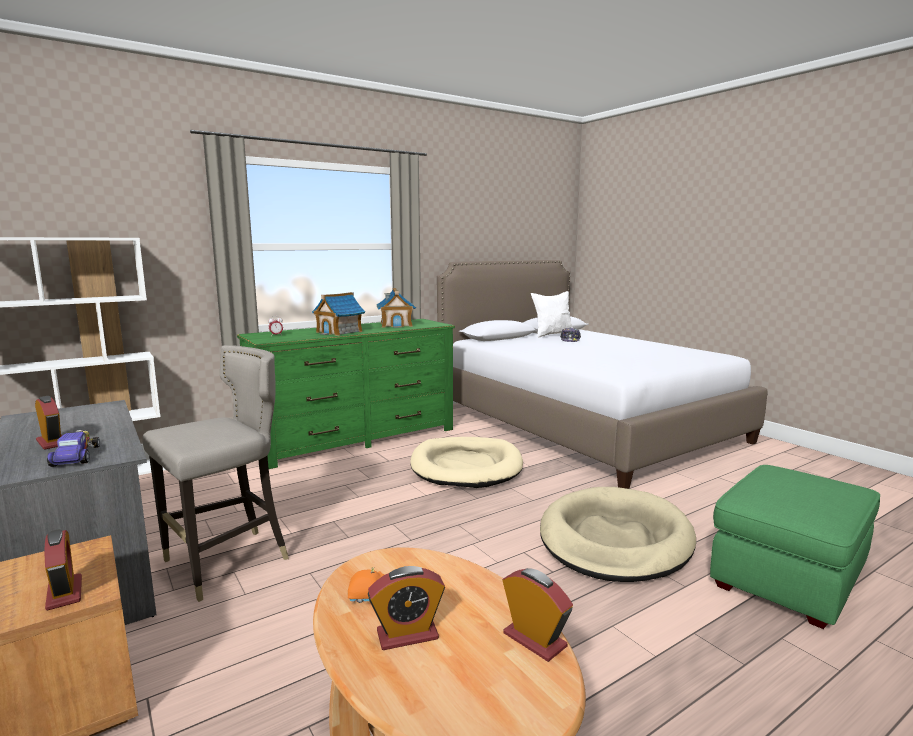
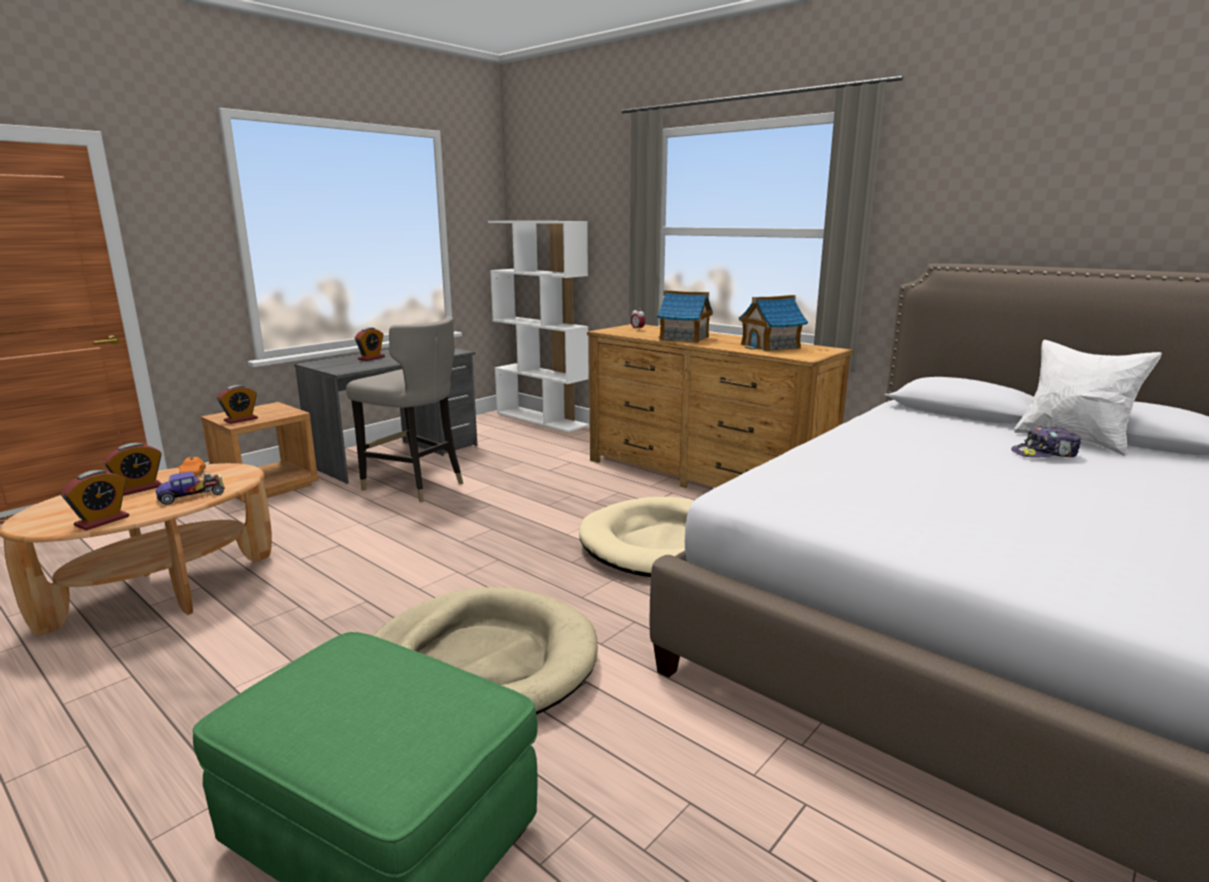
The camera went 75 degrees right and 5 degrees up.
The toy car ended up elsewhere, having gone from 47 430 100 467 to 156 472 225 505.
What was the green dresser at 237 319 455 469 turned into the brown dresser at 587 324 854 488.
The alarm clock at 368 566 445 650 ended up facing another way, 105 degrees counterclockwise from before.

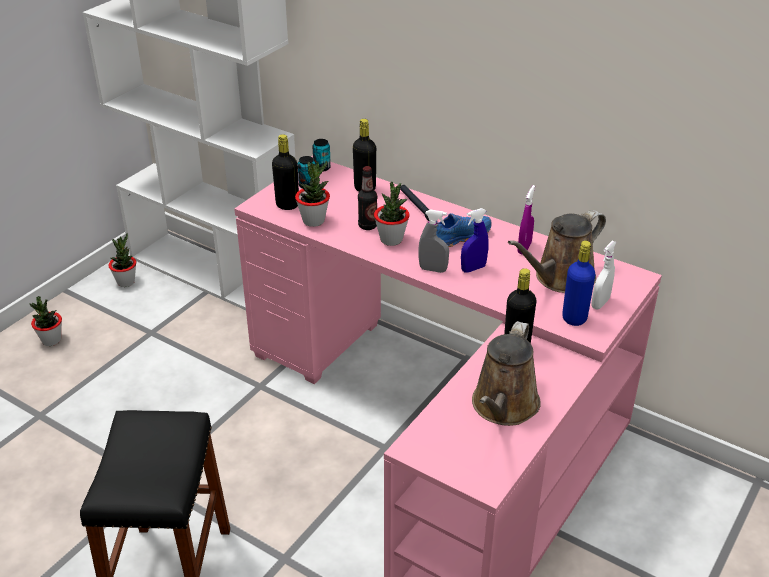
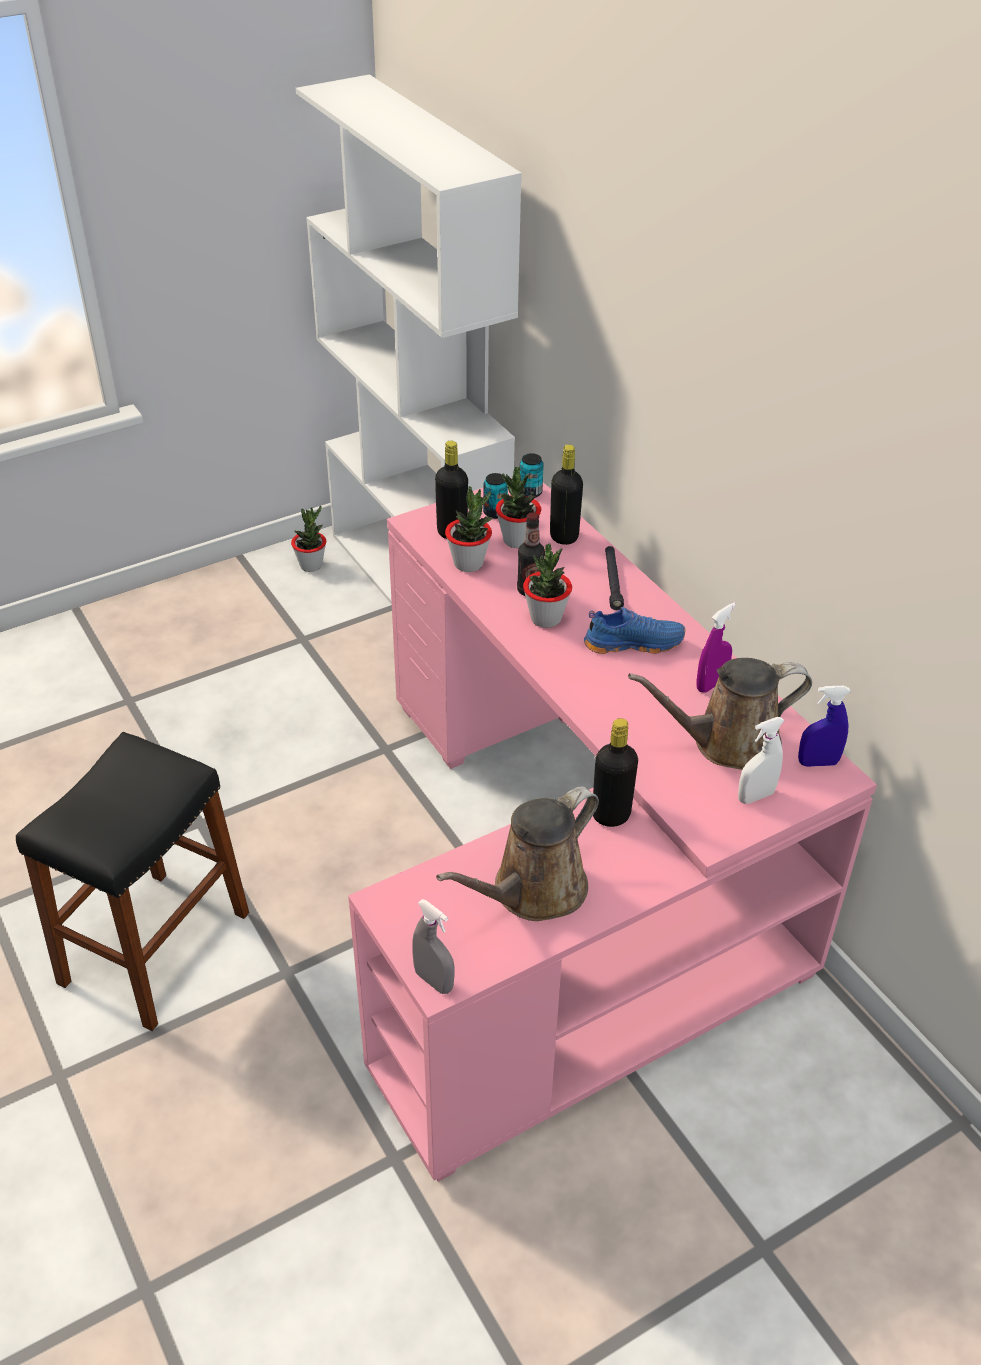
The camera went 25 degrees right and 5 degrees up.
The potted plant ended up elsewhere, having gone from 30 296 62 346 to 496 467 541 548.
The grey spray bottle ended up elsewhere, having gone from 418 209 449 273 to 412 899 455 994.
The blue spray bottle ended up elsewhere, having gone from 461 208 489 273 to 798 686 851 767.
The second view lost the blue bottle at 562 240 595 326.

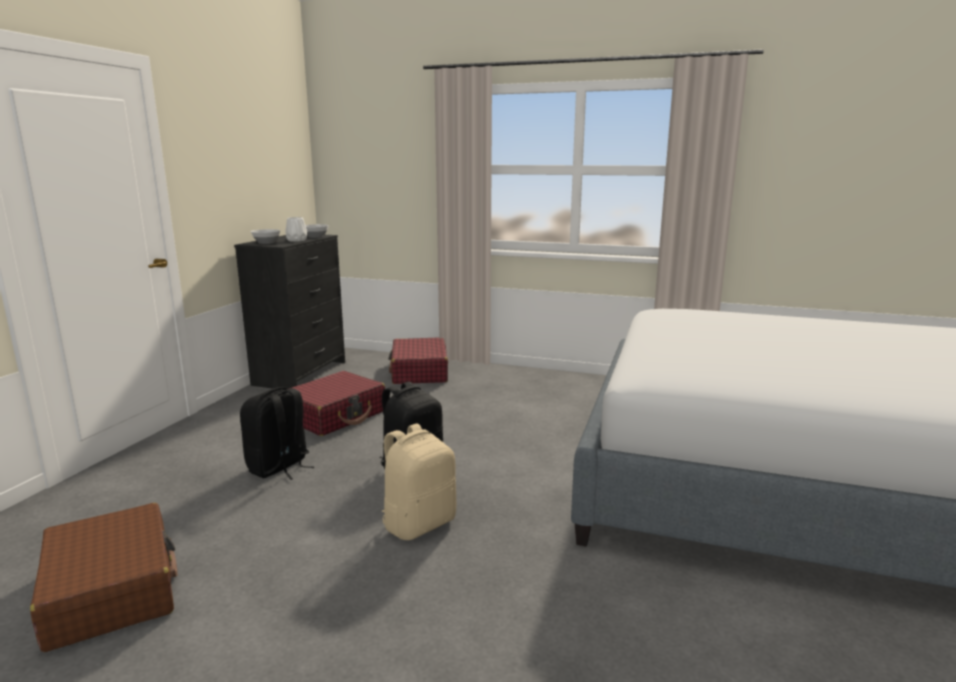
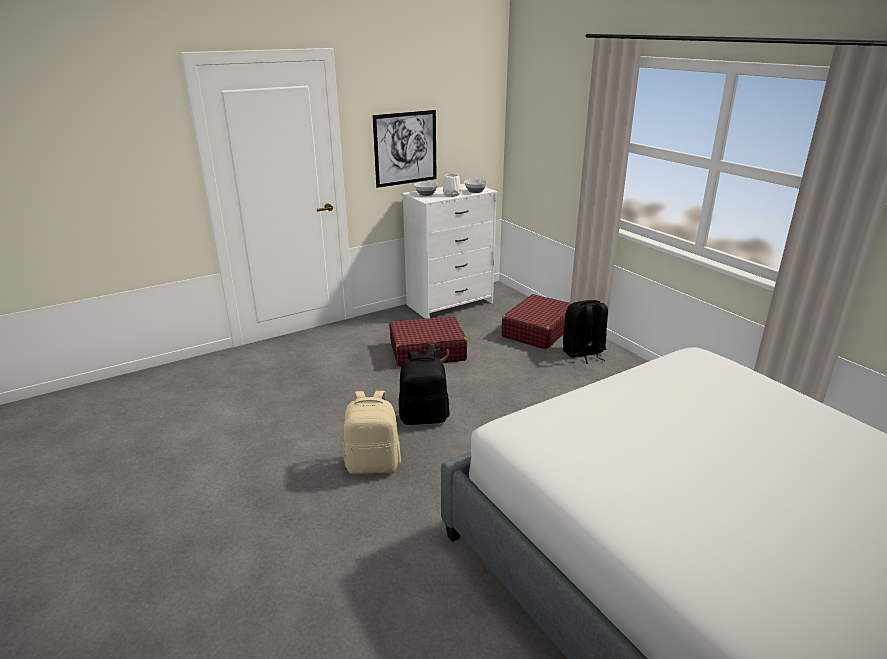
The camera went 40 degrees right and 10 degrees up.
The second view lost the brown suitcase at 30 503 177 652.
What was the black dresser at 234 235 345 390 turned into the white dresser at 402 183 497 319.
The black backpack ended up elsewhere, having gone from 240 387 314 480 to 563 300 608 364.
The second view gained the picture at 372 110 437 188.

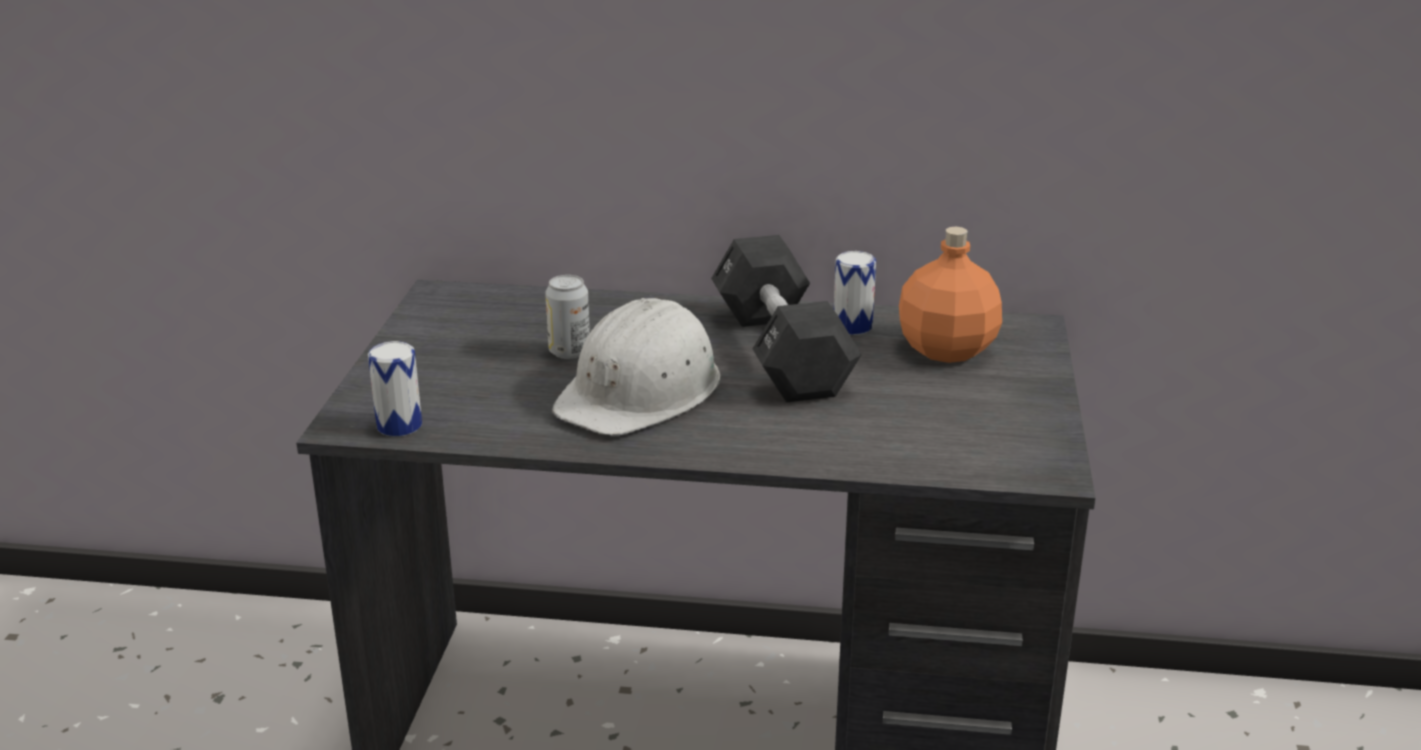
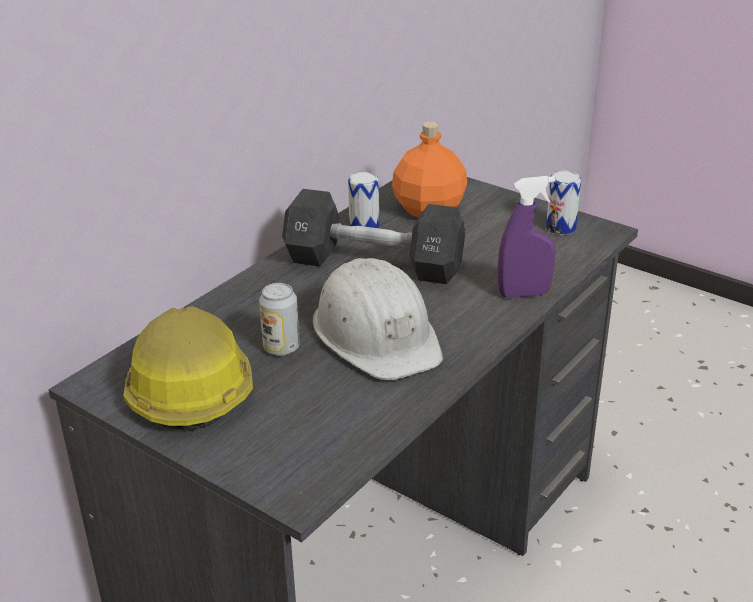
The camera went 60 degrees left and 5 degrees up.
The can ended up elsewhere, having gone from 368 341 422 436 to 546 171 581 235.
The second view gained the hard hat at 123 306 253 431.
The second view gained the purple spray bottle at 498 176 556 298.

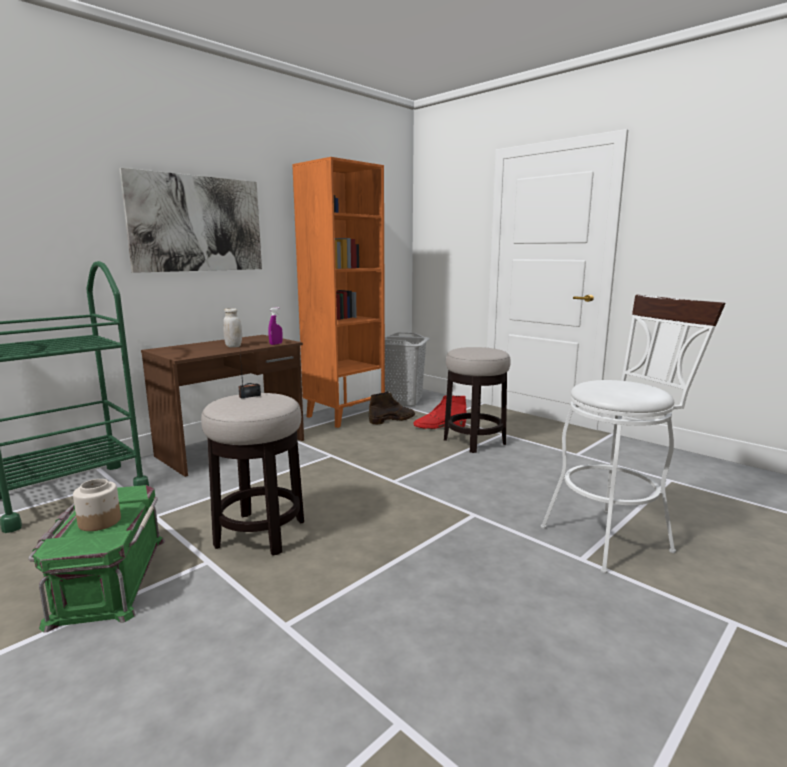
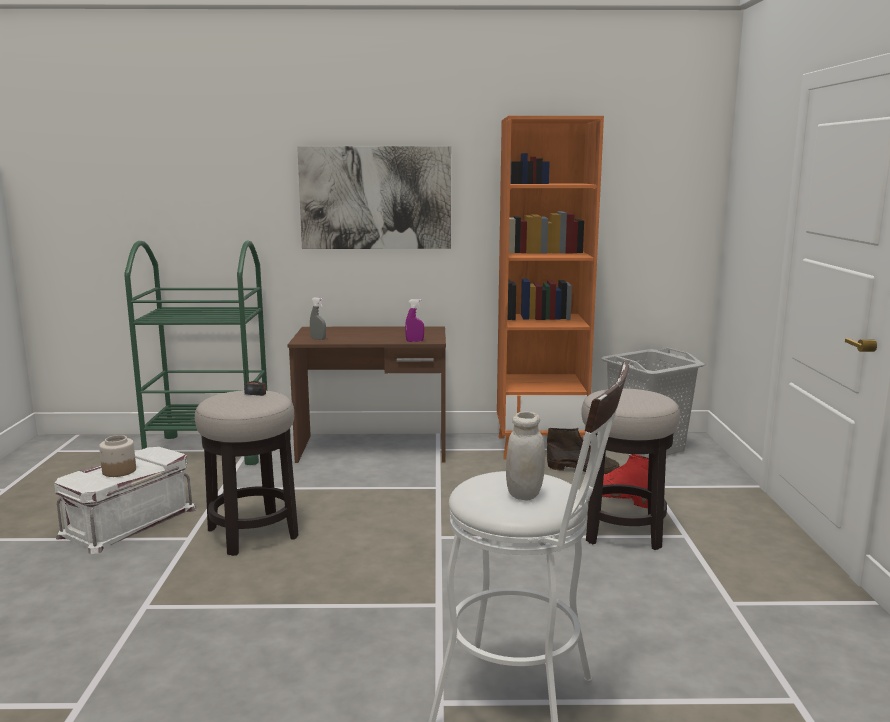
The camera went 45 degrees right and 0 degrees up.
What was the green storage box at 28 485 165 633 turned into the white storage box at 54 447 196 554.
The white jar ended up elsewhere, having gone from 223 308 242 348 to 506 411 545 501.
The second view gained the grey spray bottle at 310 297 326 340.

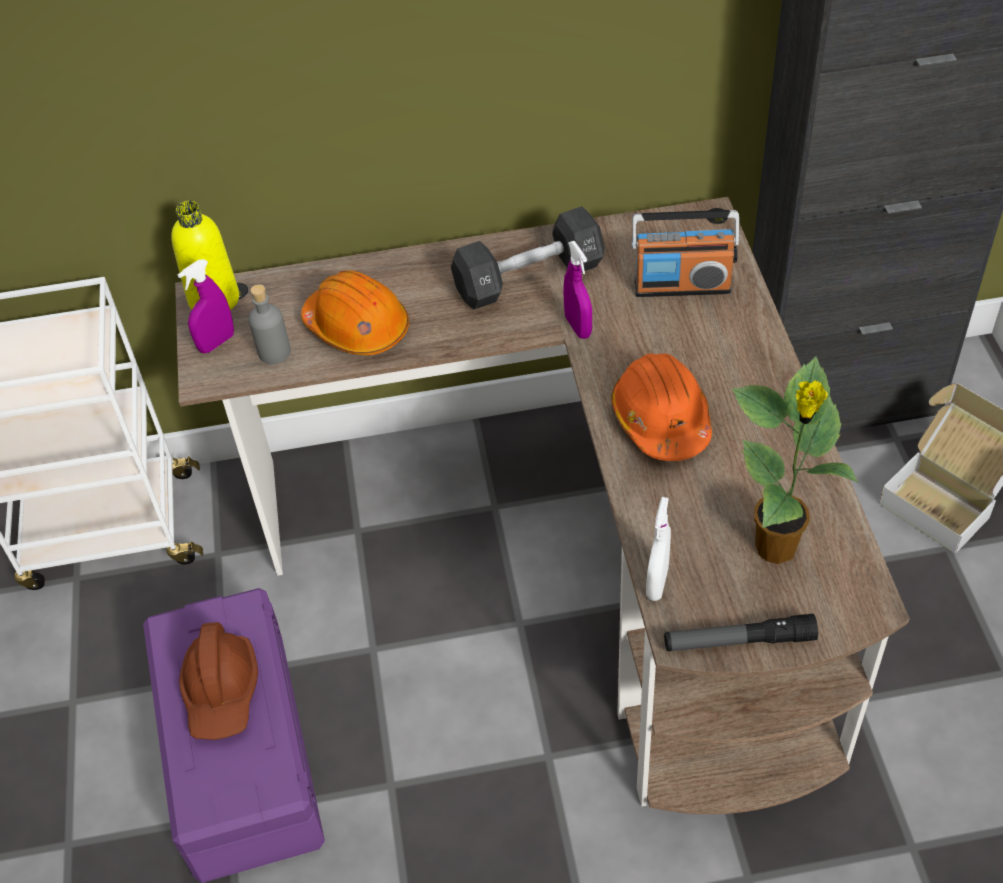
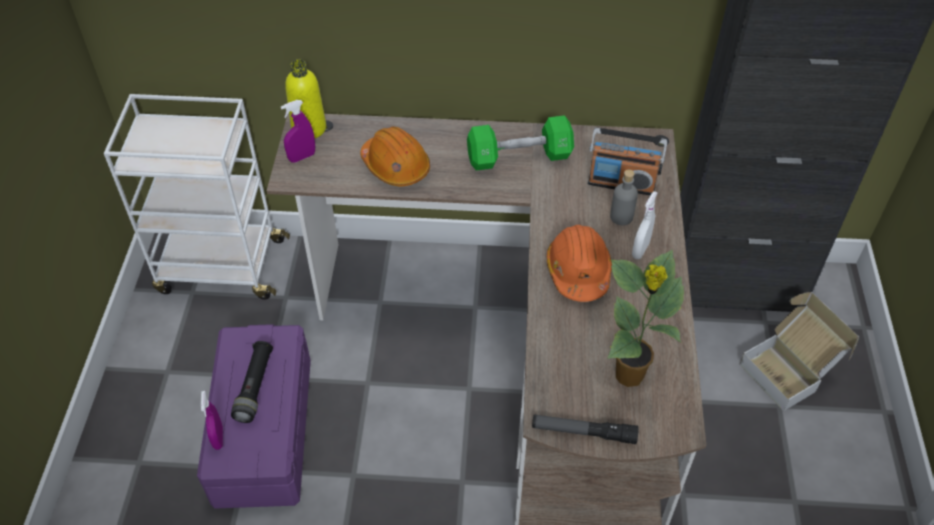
The camera went 10 degrees right and 0 degrees up.
Where the brown hard hat stood at 179 622 258 740, the black flashlight came to stand at 231 341 273 423.
The grey bottle ended up elsewhere, having gone from 248 284 291 364 to 610 170 638 225.
What was the black dumbbell at 451 206 605 310 turned into the green dumbbell at 467 115 574 171.
The purple spray bottle ended up elsewhere, having gone from 564 241 592 339 to 201 391 223 450.
The white spray bottle ended up elsewhere, having gone from 646 497 671 601 to 632 191 658 259.

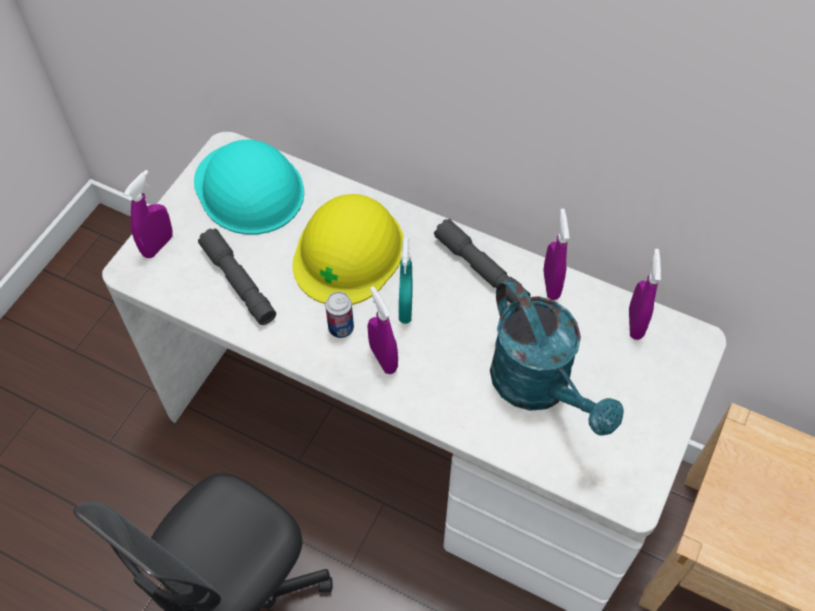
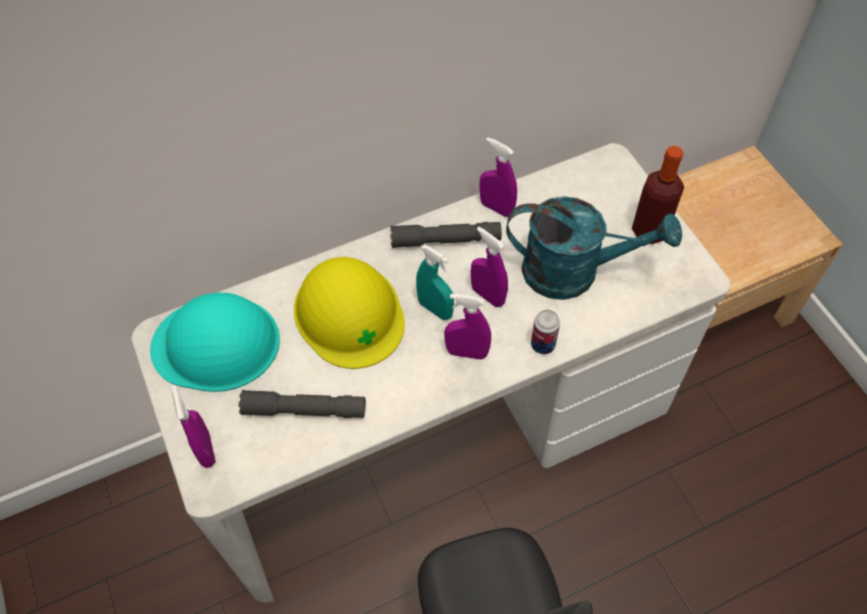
The camera went 50 degrees left and 0 degrees up.
The can ended up elsewhere, having gone from 325 292 354 338 to 531 310 560 354.
The purple spray bottle ended up elsewhere, having gone from 629 249 661 340 to 471 227 508 307.
The second view gained the bottle at 632 146 684 244.

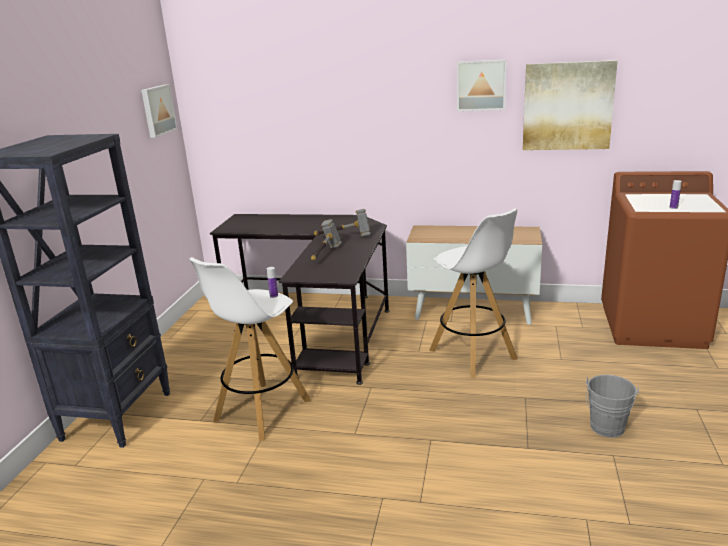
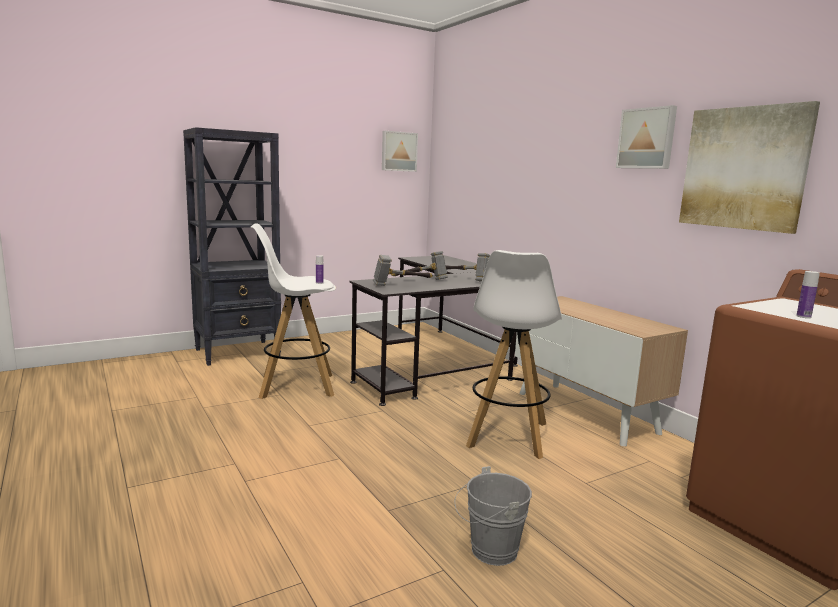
The camera went 45 degrees right and 10 degrees down.
The second view gained the hammer at 373 255 433 286.

